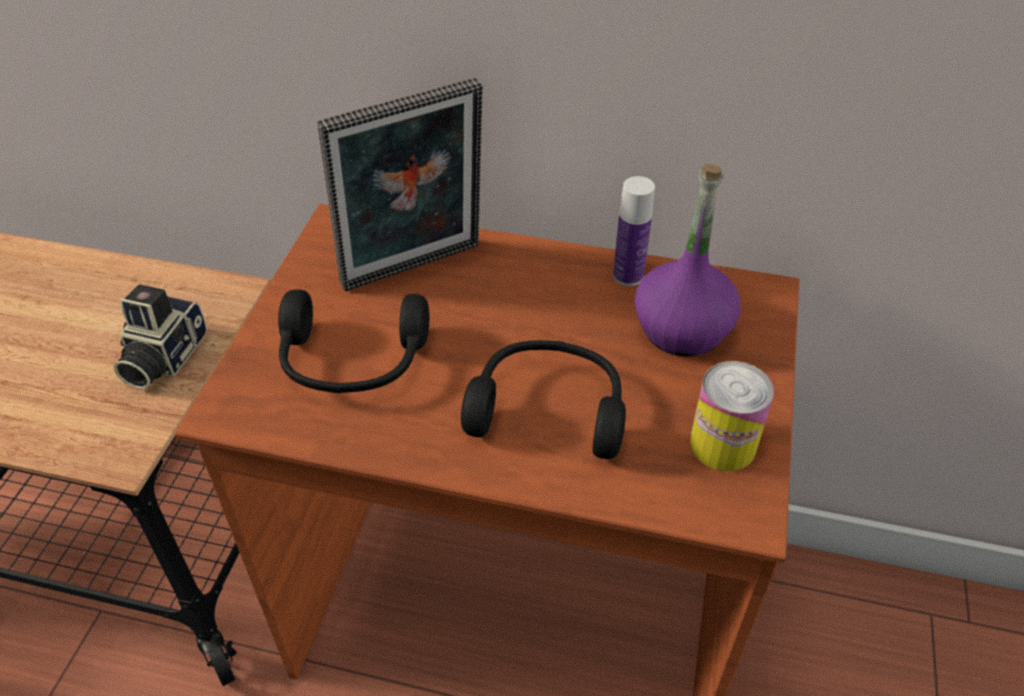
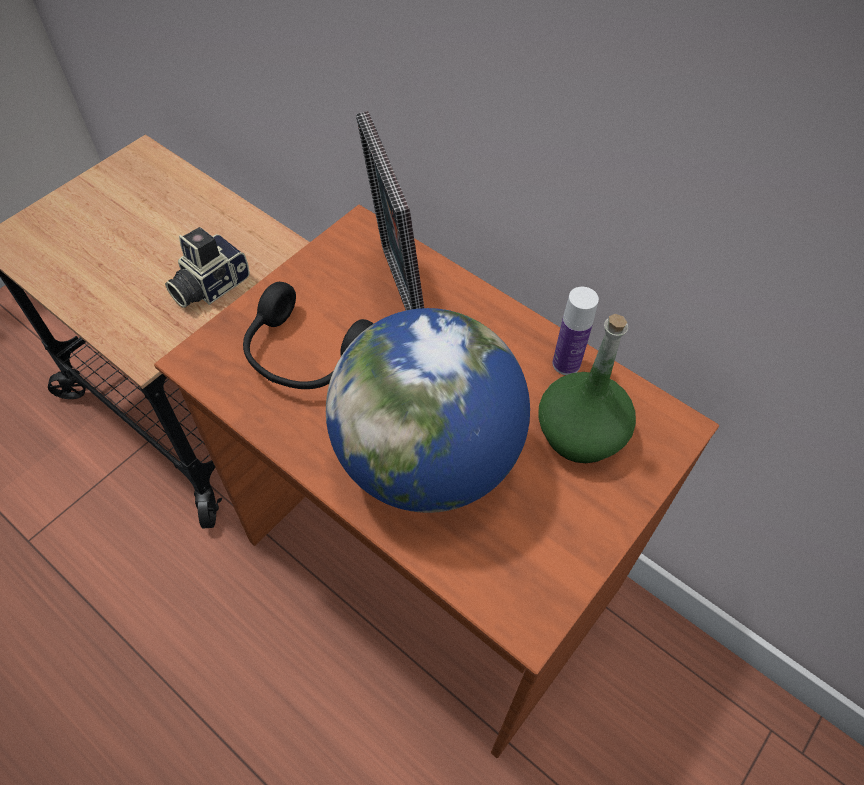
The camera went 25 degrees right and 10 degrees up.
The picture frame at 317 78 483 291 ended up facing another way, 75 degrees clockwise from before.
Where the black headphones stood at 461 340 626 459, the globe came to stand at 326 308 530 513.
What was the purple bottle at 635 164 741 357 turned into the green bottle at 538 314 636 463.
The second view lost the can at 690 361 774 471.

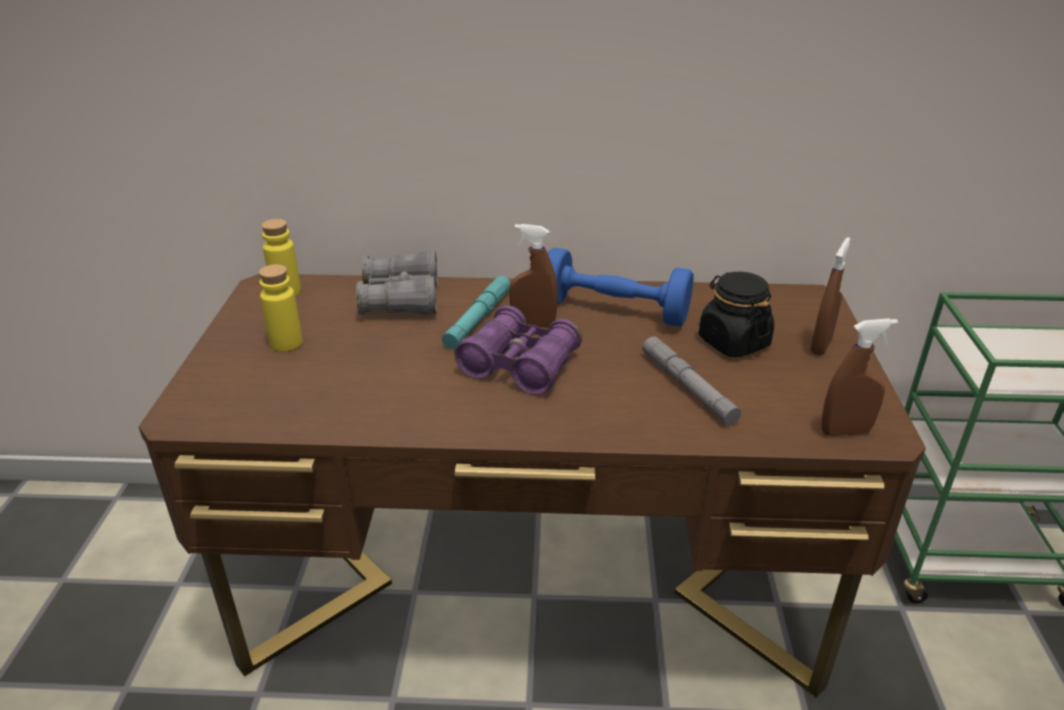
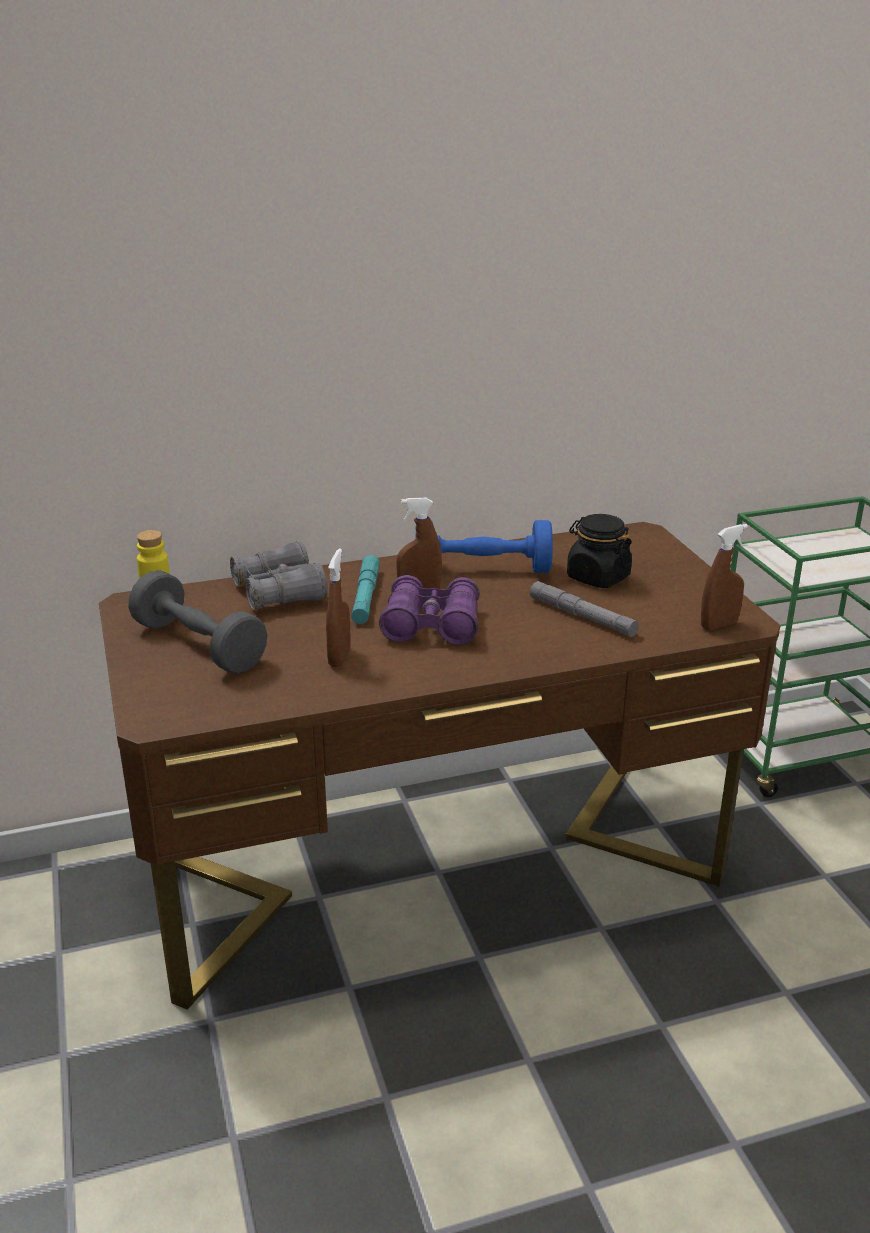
The camera went 20 degrees left and 5 degrees down.
Where the yellow bottle stood at 259 264 303 351, the grey dumbbell came to stand at 128 570 267 674.
The brown spray bottle ended up elsewhere, having gone from 810 237 851 355 to 326 548 350 667.

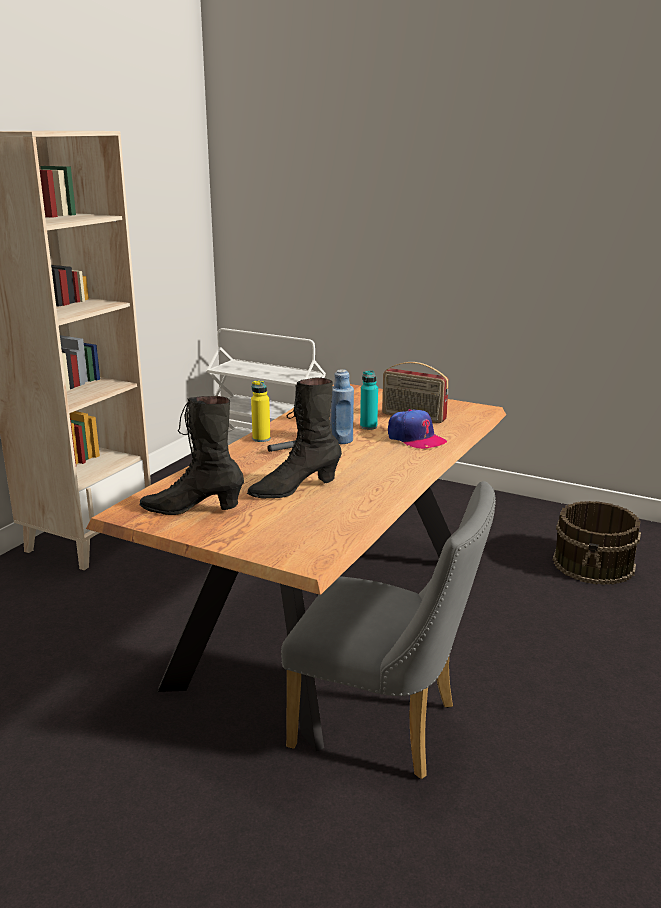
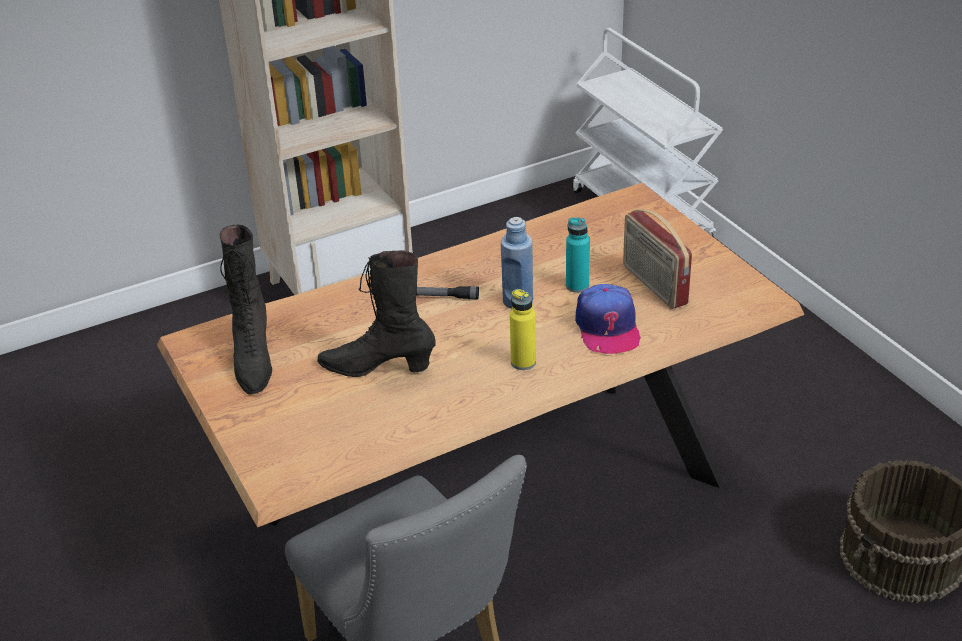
The camera went 35 degrees right and 15 degrees up.
The black boot at 140 396 244 515 ended up facing another way, 135 degrees counterclockwise from before.
The yellow bottle ended up elsewhere, having gone from 251 381 270 442 to 510 289 536 370.

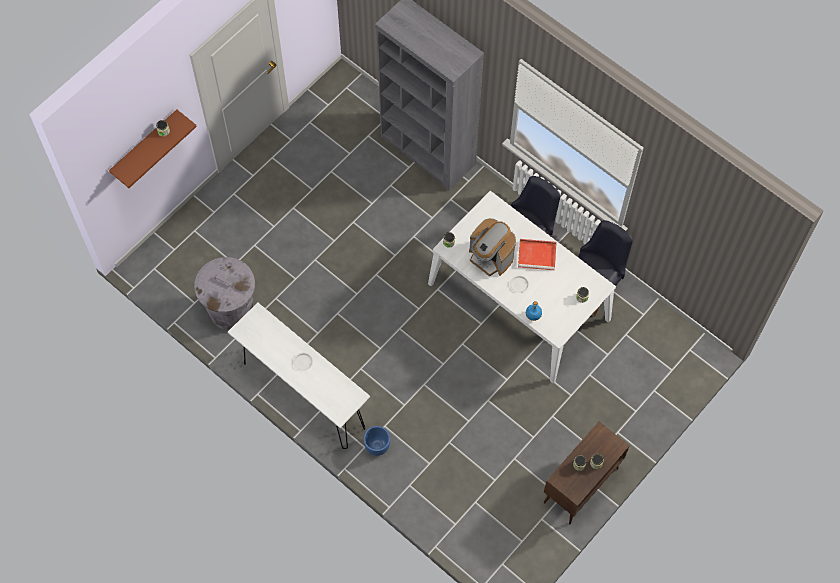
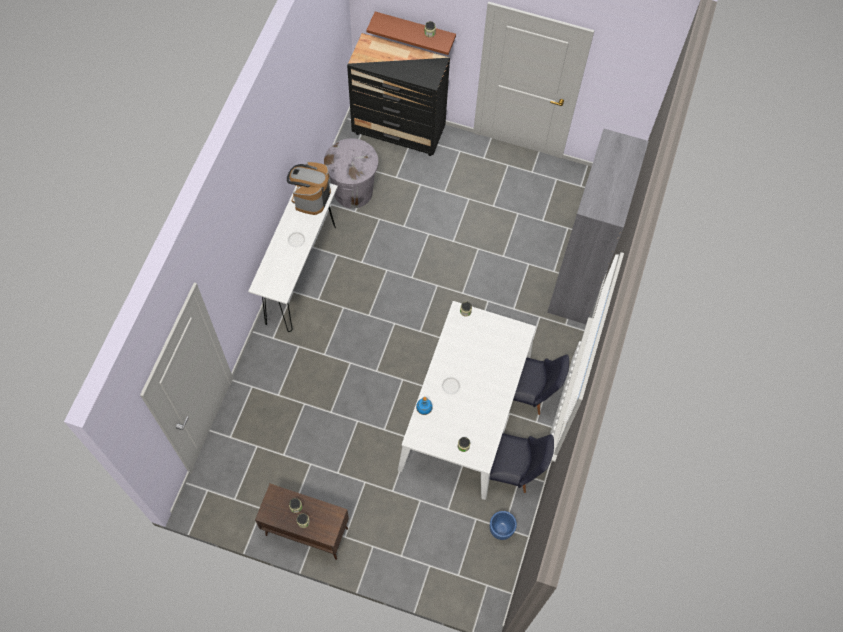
The camera went 65 degrees right and 0 degrees up.
The blue planter ended up elsewhere, having gone from 363 426 390 456 to 490 511 517 540.
The coffee machine ended up elsewhere, having gone from 469 218 516 277 to 287 162 331 215.
The second view lost the red tray at 518 239 557 270.
The second view gained the black dresser at 347 33 450 156.

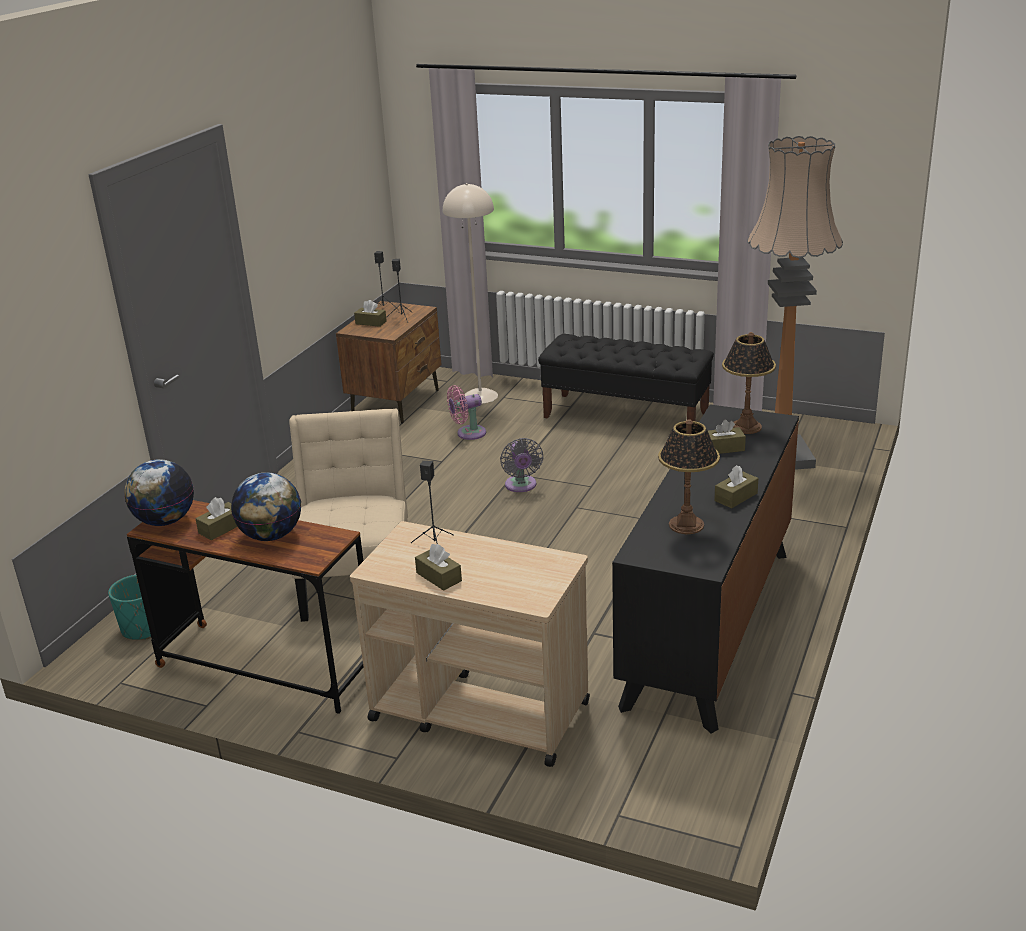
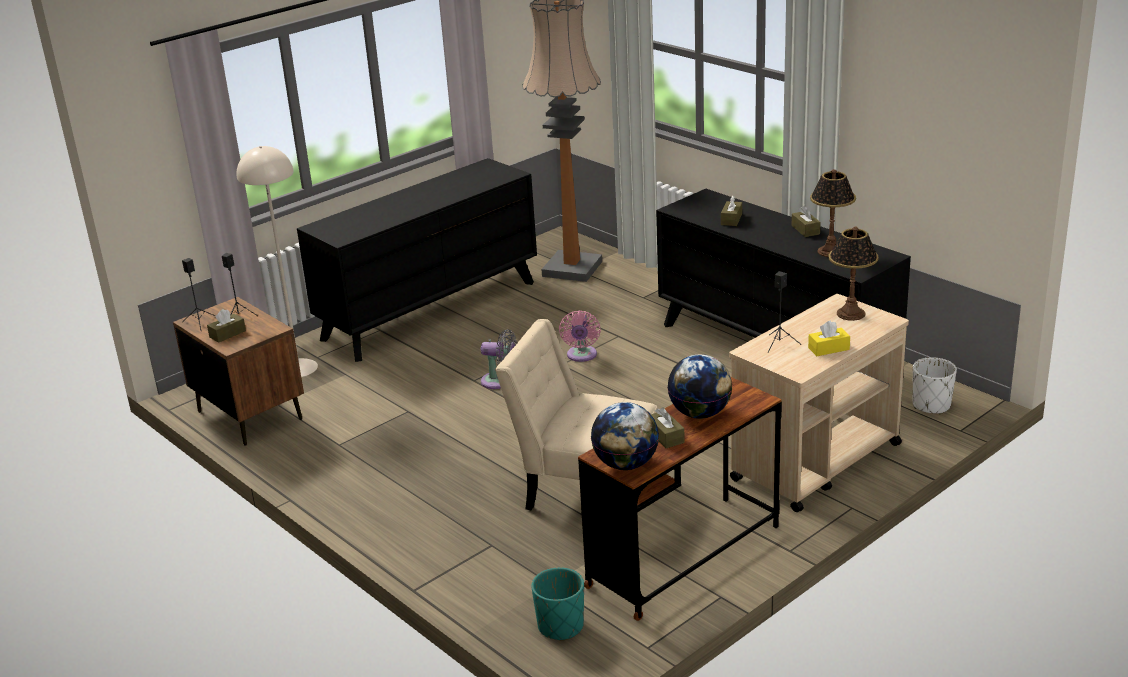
The camera went 65 degrees left and 0 degrees up.
What was the brown tissue box at 415 544 462 591 turned into the yellow tissue box at 808 320 850 356.
The pink fan ended up elsewhere, having gone from 447 385 486 440 to 559 310 601 362.
Where the black bench stood at 538 334 714 421, the black dresser came to stand at 297 158 537 362.
The table lamp ended up elsewhere, having gone from 722 332 776 434 to 828 226 879 321.
The second view gained the white planter at 913 357 957 415.

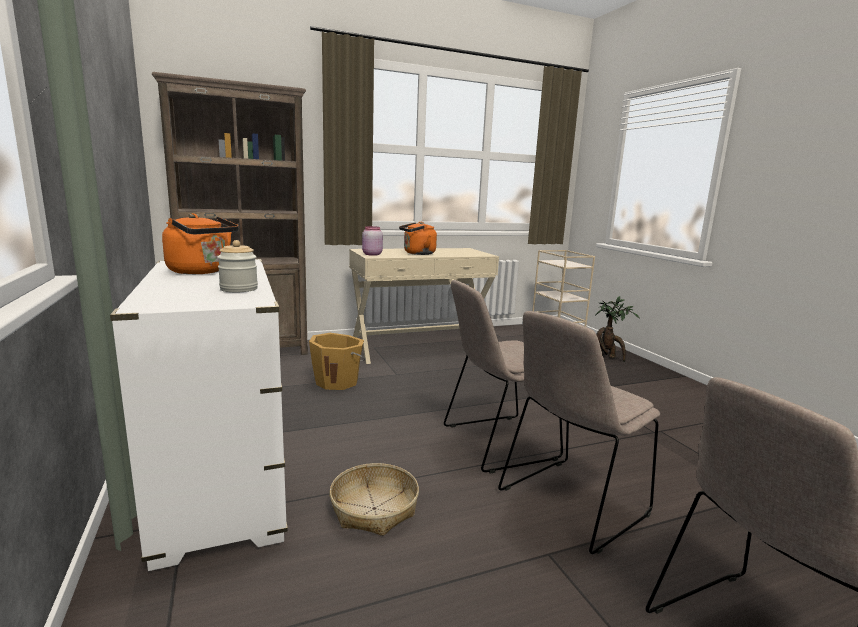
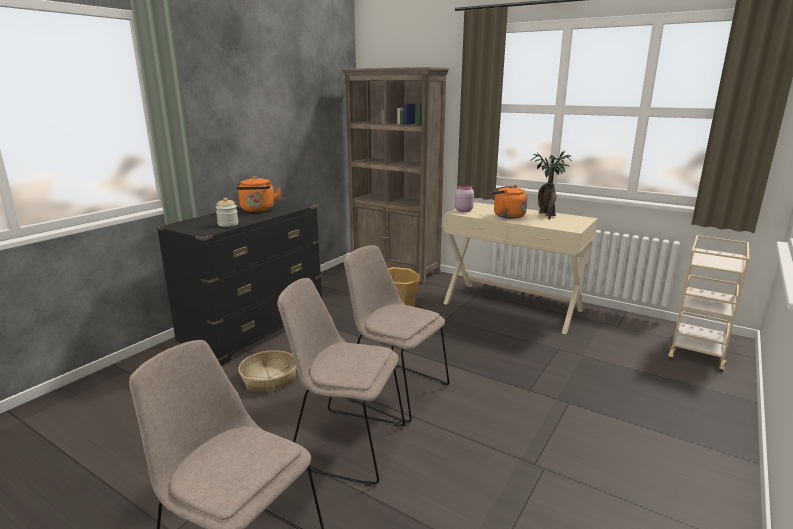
The camera went 55 degrees right and 5 degrees up.
What was the white dresser at 110 259 288 571 turned into the black dresser at 156 199 322 366.
The potted plant ended up elsewhere, having gone from 595 296 640 362 to 530 151 572 220.

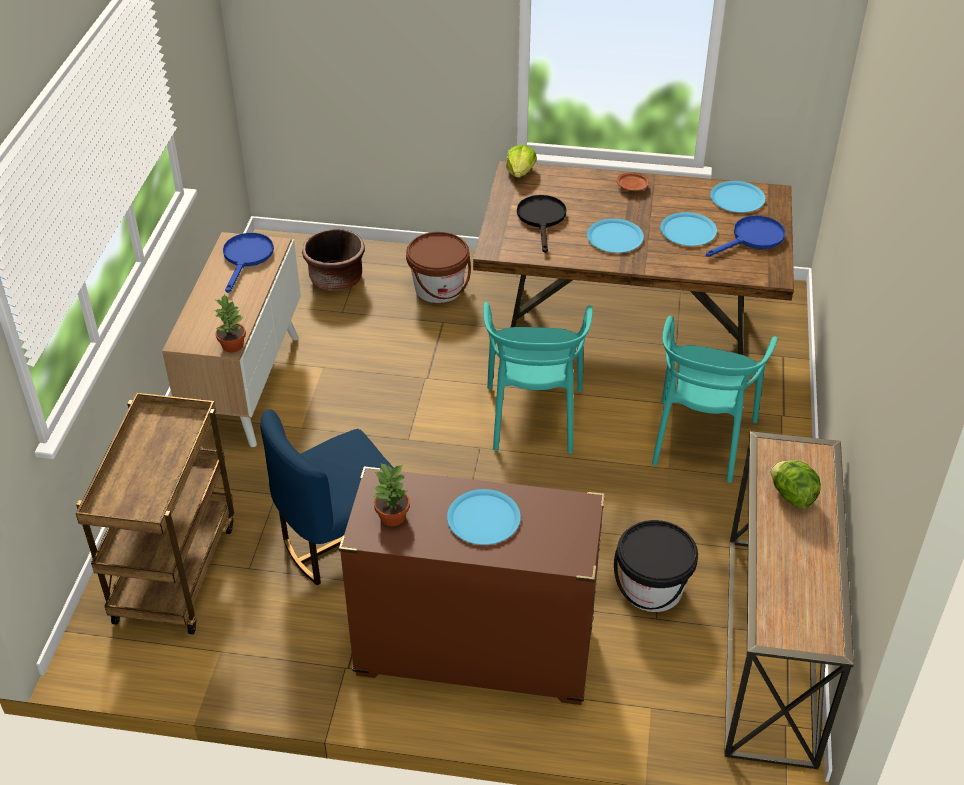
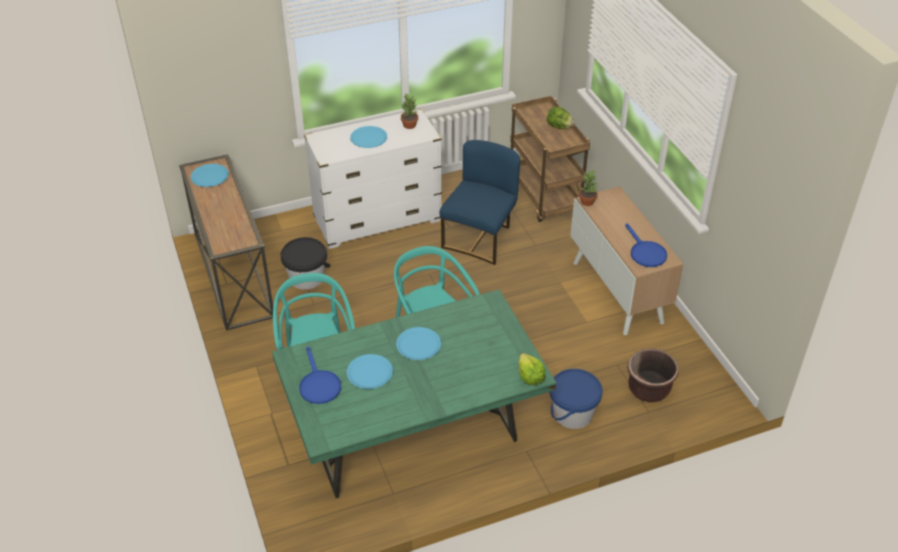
The camera went 150 degrees right and 0 degrees up.
What was the brown dresser at 339 466 605 705 turned into the white dresser at 304 109 442 249.
What was the brown bucket at 406 232 471 303 turned into the blue bucket at 550 369 603 429.
What was the brown dining table at 473 161 794 355 turned into the green dining table at 272 289 556 498.
The second view lost the black frying pan at 517 195 566 253.
The second view lost the brown plate at 617 173 649 191.
The blue frying pan at 706 216 785 257 ended up facing another way, 45 degrees counterclockwise from before.
The blue plate ended up elsewhere, having gone from 710 181 765 213 to 191 164 229 187.
The lettuce ended up elsewhere, having gone from 771 460 821 508 to 547 107 574 129.

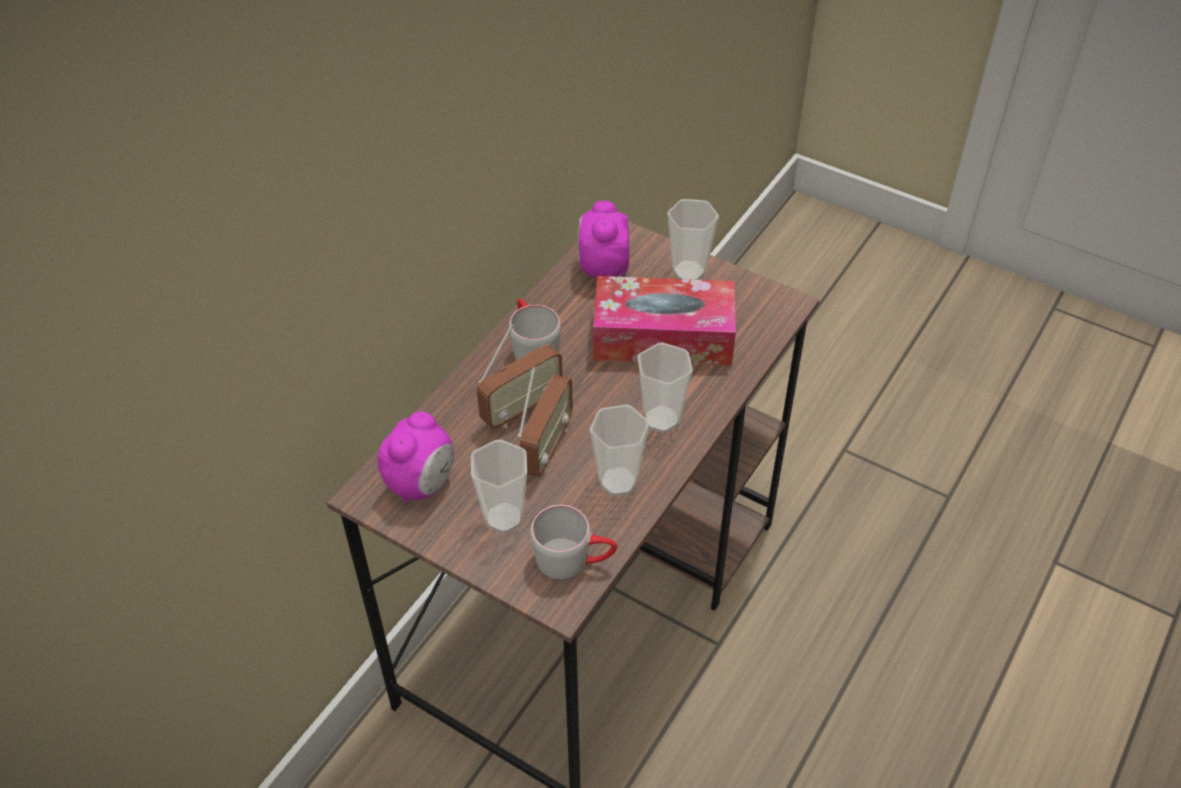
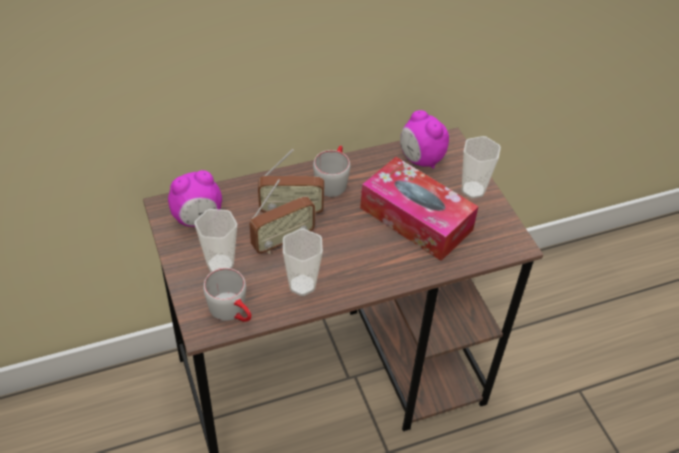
The camera went 35 degrees right and 0 degrees up.
The alarm clock at 578 201 629 278 ended up facing another way, 75 degrees counterclockwise from before.
The second view lost the cup at 638 343 693 433.

